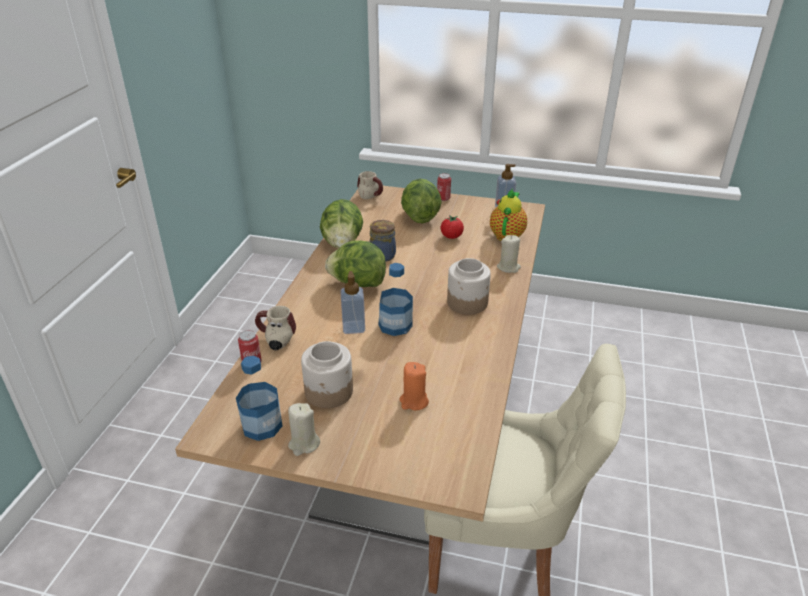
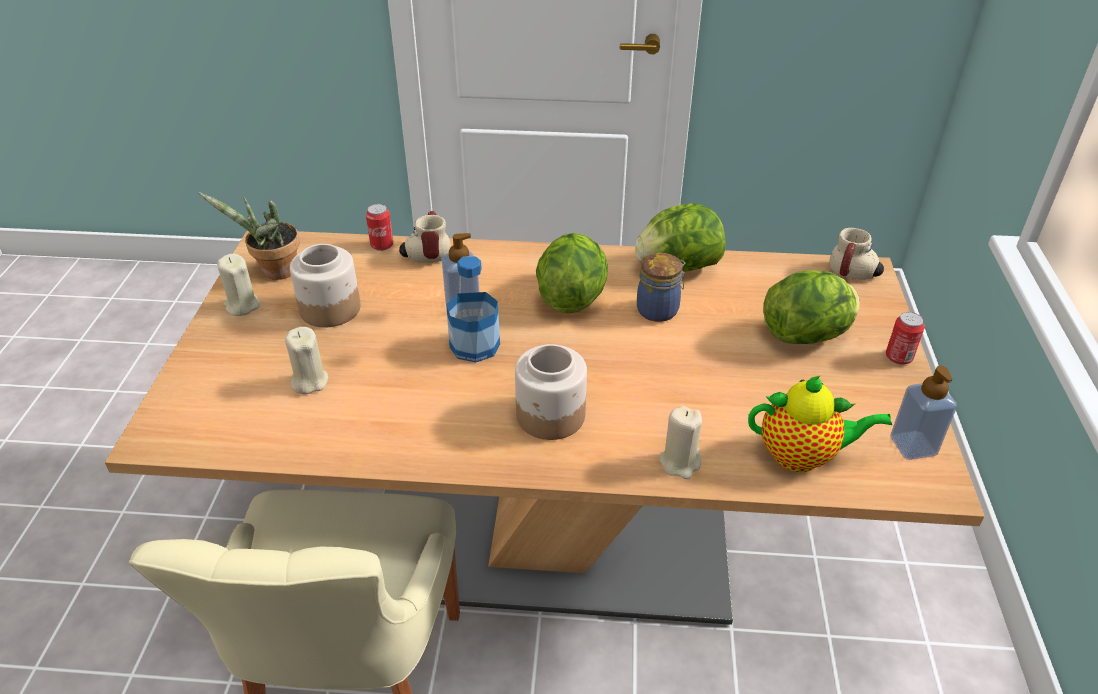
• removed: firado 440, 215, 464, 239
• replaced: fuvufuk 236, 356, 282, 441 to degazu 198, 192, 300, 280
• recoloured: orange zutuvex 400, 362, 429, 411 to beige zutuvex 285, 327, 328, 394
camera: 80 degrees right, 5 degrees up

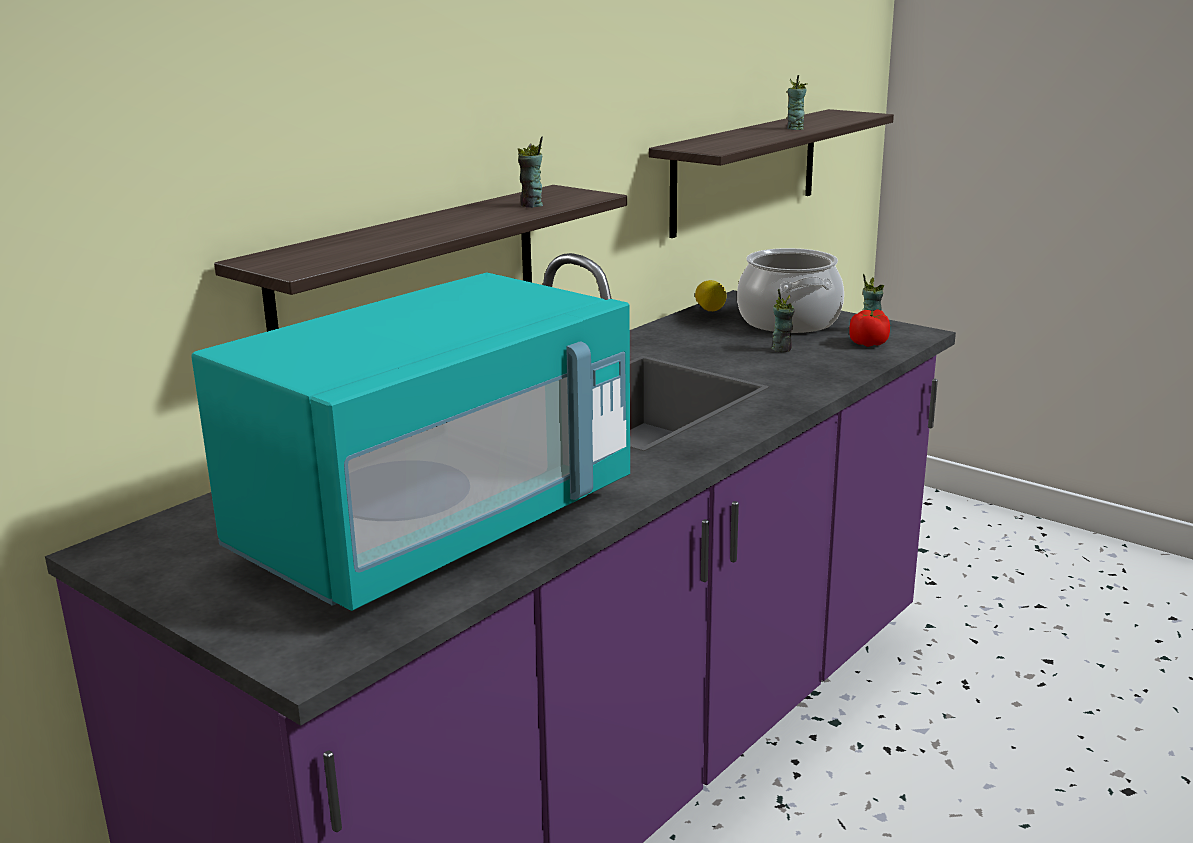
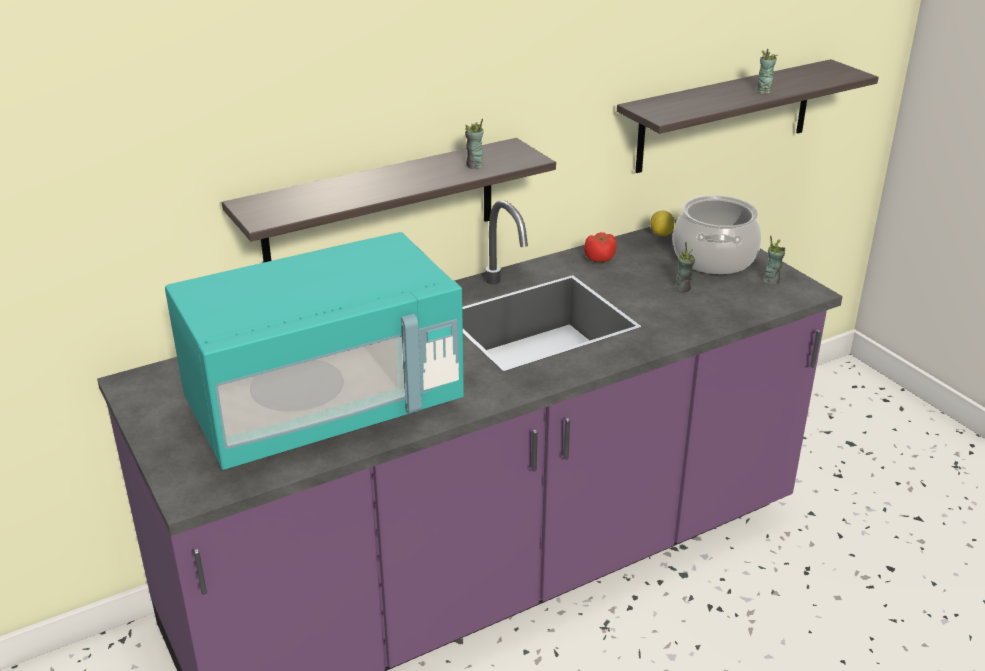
• moved: firado 849, 309, 890, 347 to 584, 232, 616, 262
camera: 20 degrees right, 10 degrees up

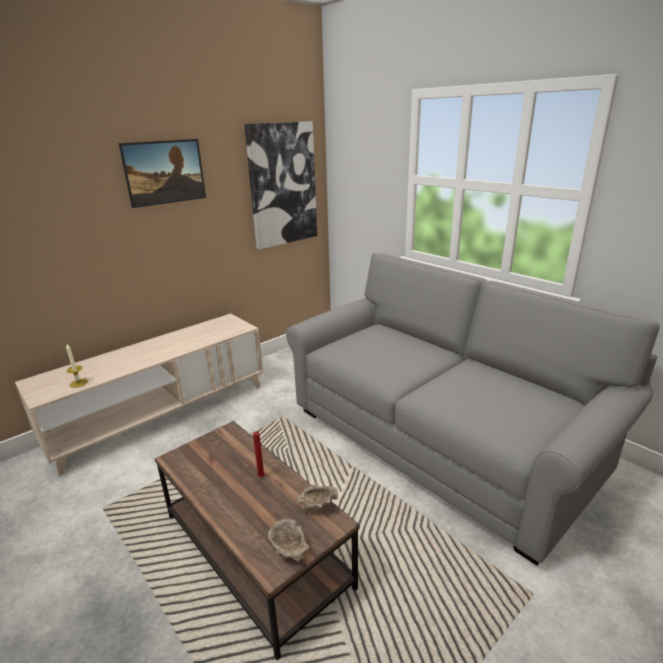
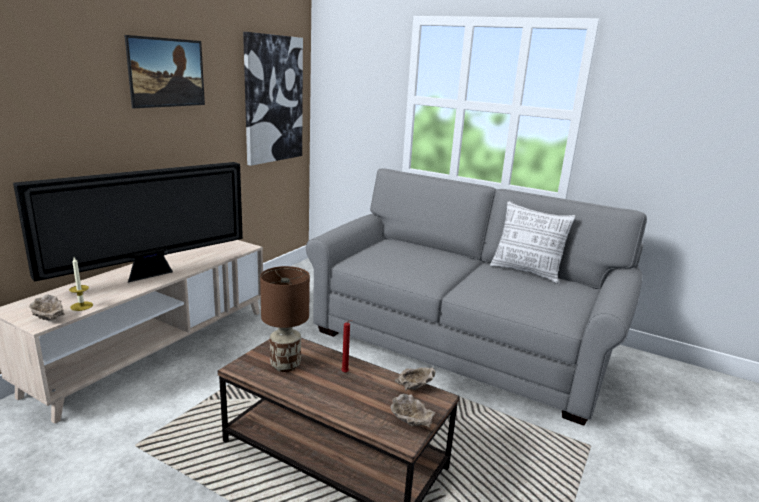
• added: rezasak 13, 162, 243, 282
• added: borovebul 490, 201, 576, 284
• added: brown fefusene 260, 266, 310, 372
• added: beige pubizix 29, 295, 65, 320
camera: 20 degrees left, 5 degrees down

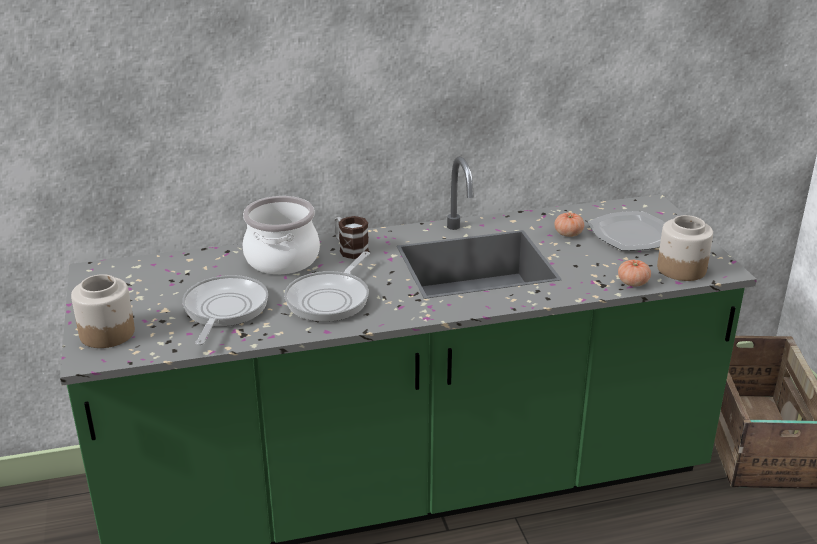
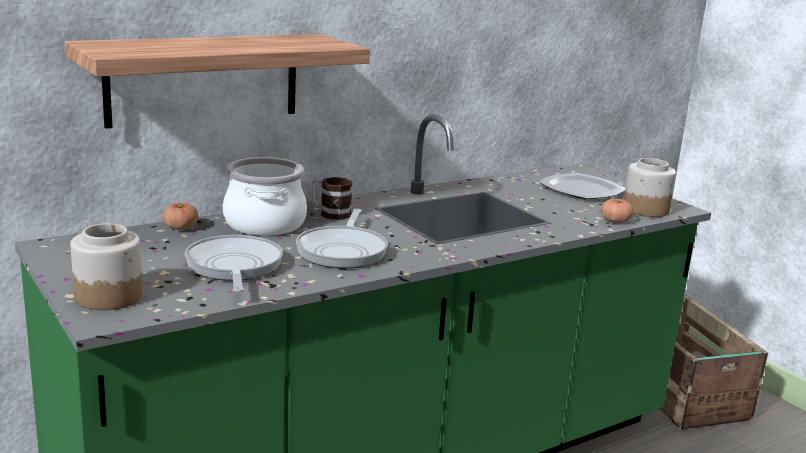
• moved: firado 554, 213, 584, 237 to 163, 203, 198, 230
• added: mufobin 65, 34, 370, 129
camera: 20 degrees left, 10 degrees down

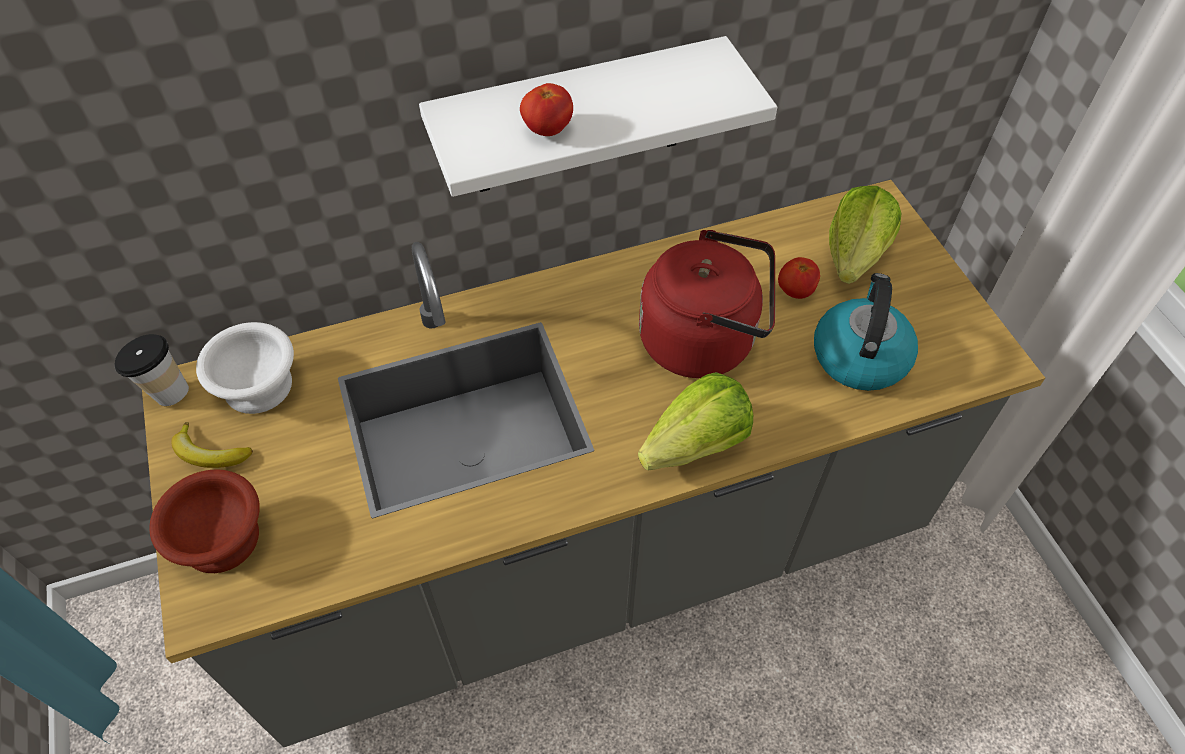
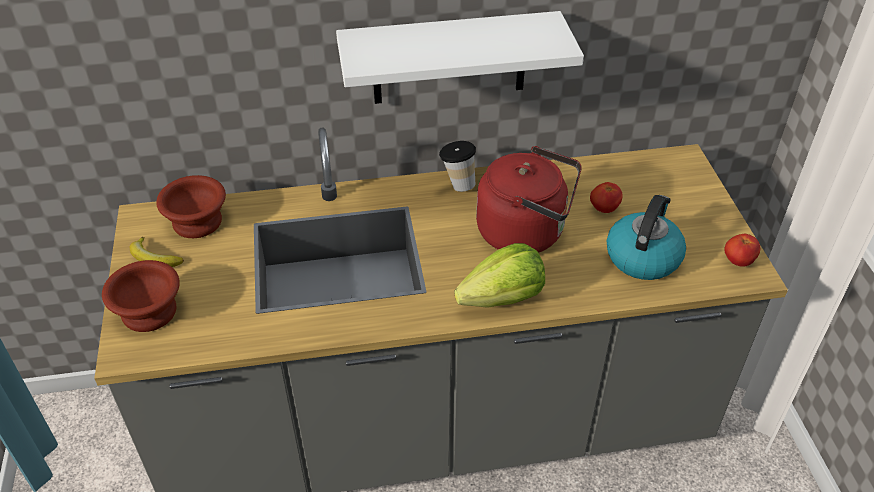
• moved: firado 520, 83, 573, 136 to 724, 234, 760, 267
• removed: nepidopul 829, 186, 901, 284
• recoloured: white pubizix 196, 322, 294, 414 to brown pubizix 156, 175, 226, 238
• moved: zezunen 115, 334, 189, 406 to 439, 141, 476, 192
camera: 10 degrees right, 10 degrees down

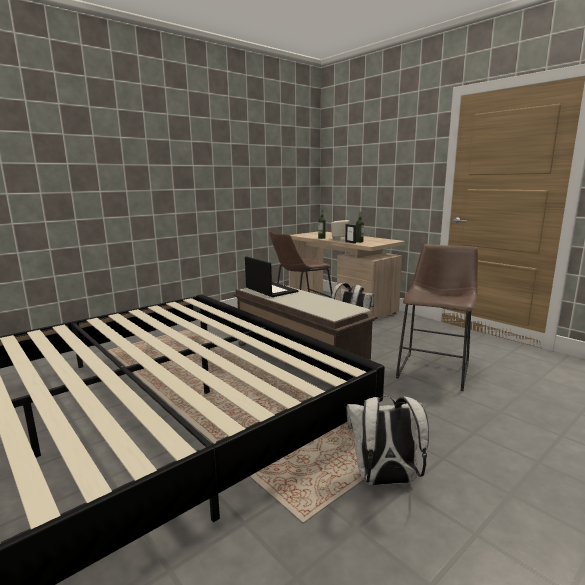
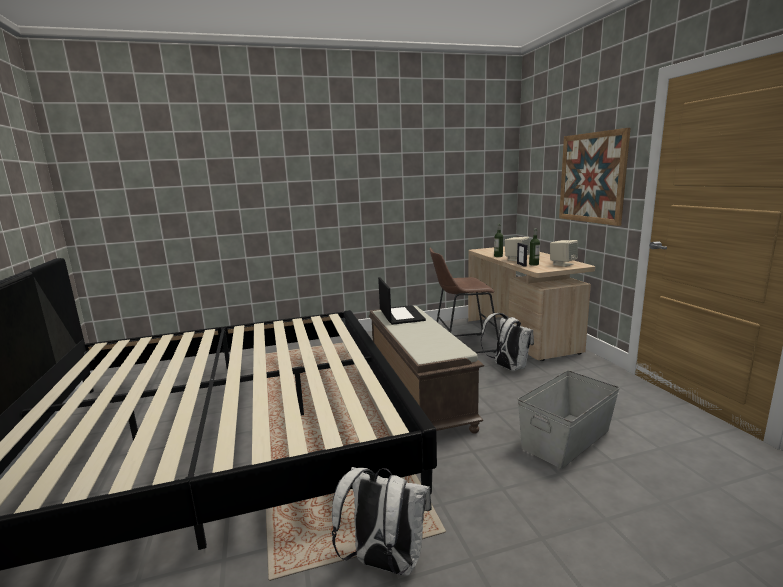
• replaced: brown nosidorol 396, 244, 478, 391 to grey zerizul 518, 370, 620, 469
• added: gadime 559, 128, 631, 226
• added: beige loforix 550, 240, 578, 267
camera: 25 degrees right, 0 degrees up

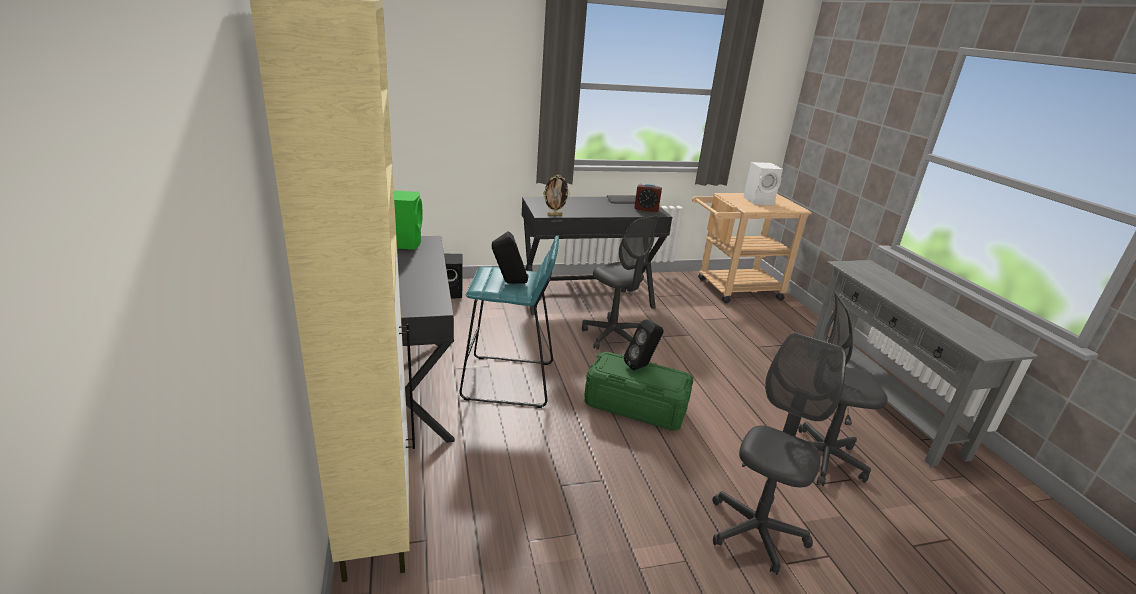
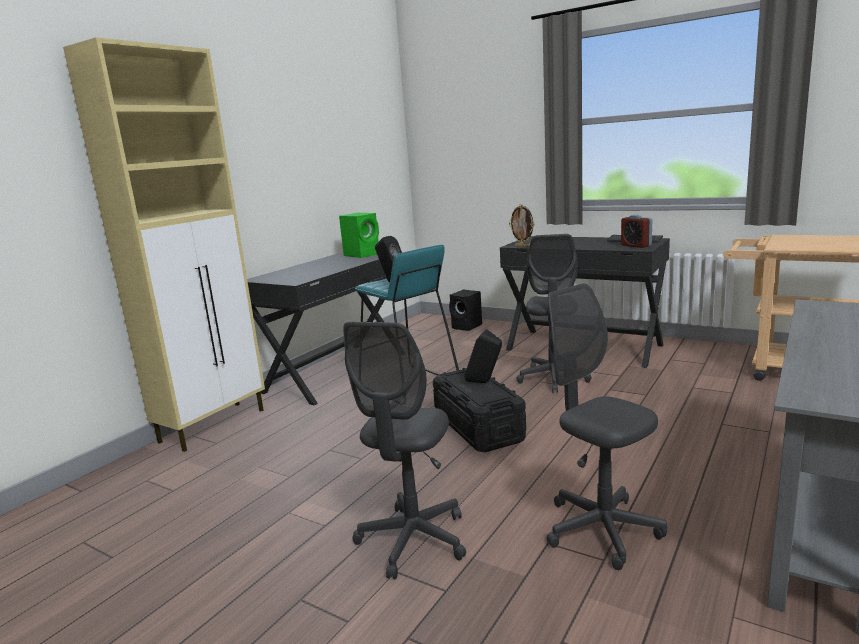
• removed: white loforix 743, 162, 783, 205
• turned: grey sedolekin 712, 332, 846, 575 = 343, 322, 466, 579 120 degrees clockwise
• recoloured: green zerizul 584, 352, 693, 431 to black zerizul 433, 368, 526, 452
camera: 50 degrees right, 10 degrees down

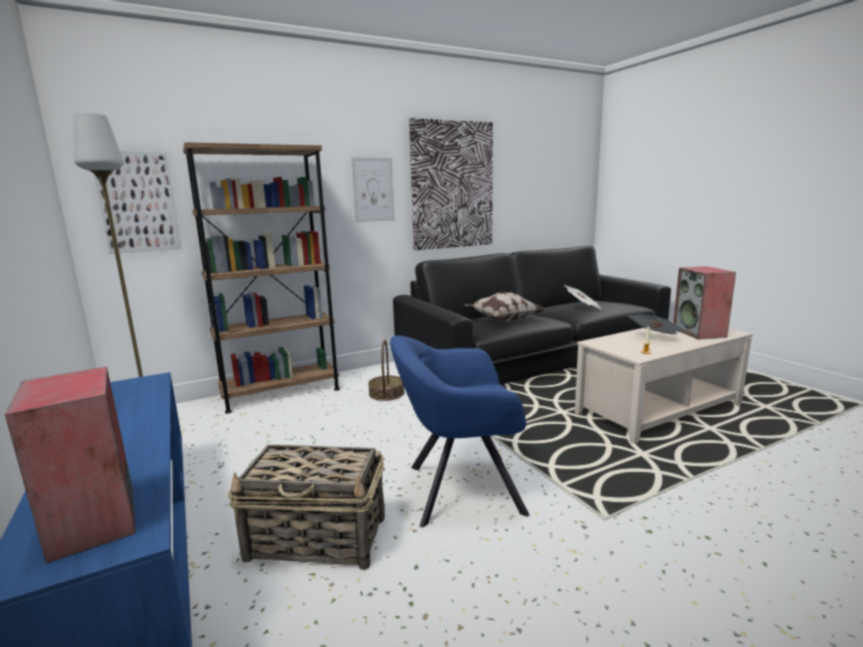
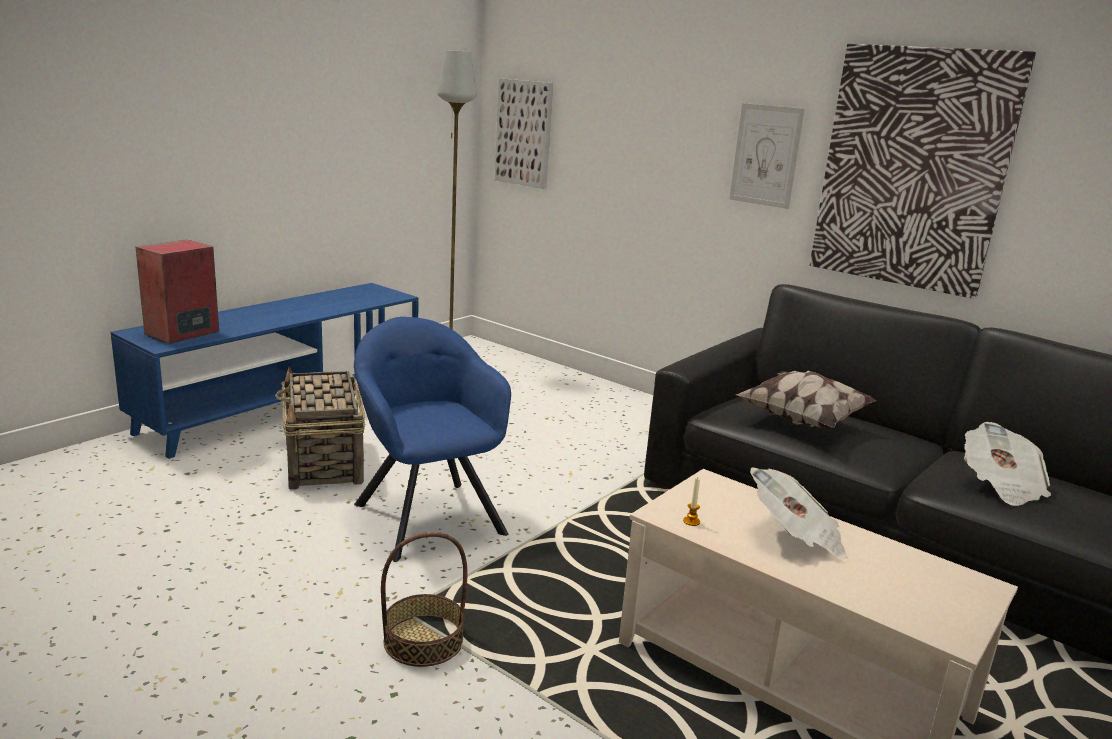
• removed: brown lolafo 183, 142, 340, 414
• removed: loforix 673, 266, 736, 340
• moved: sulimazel 368, 340, 405, 401 to 381, 532, 468, 667
camera: 65 degrees right, 5 degrees up

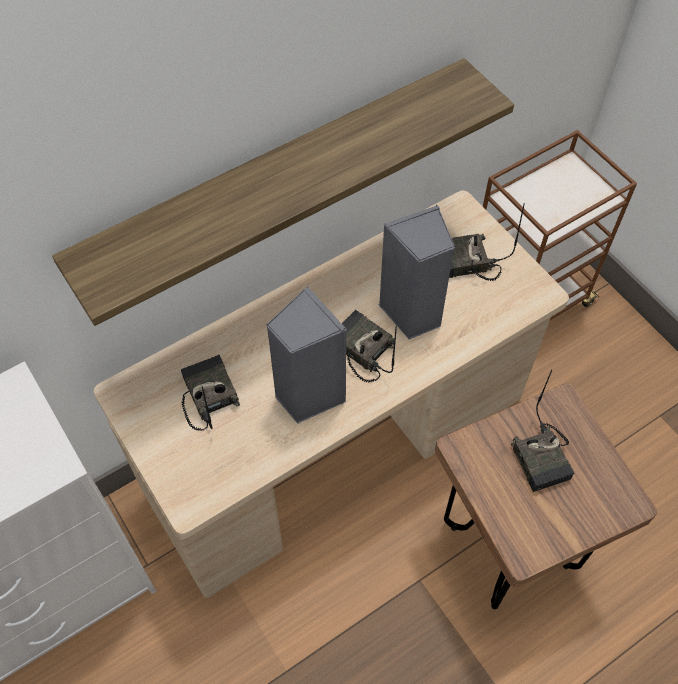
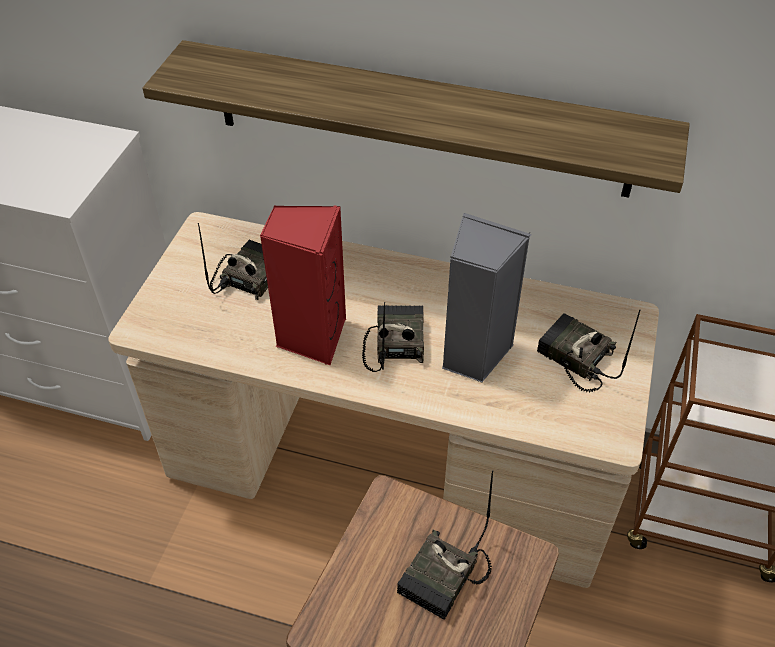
• recoloured: grey loforix 266, 286, 347, 424 to red loforix 260, 206, 346, 365
camera: 50 degrees right, 10 degrees down

